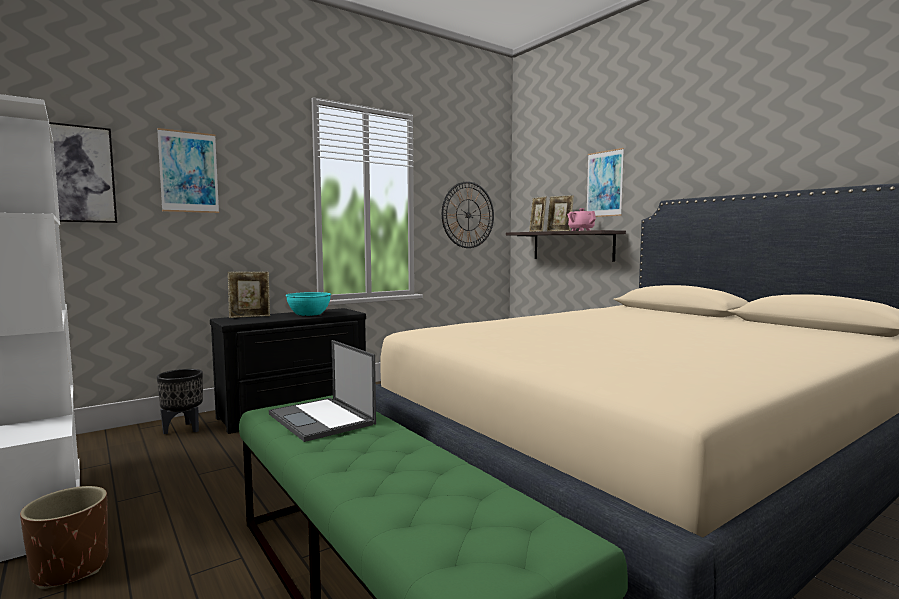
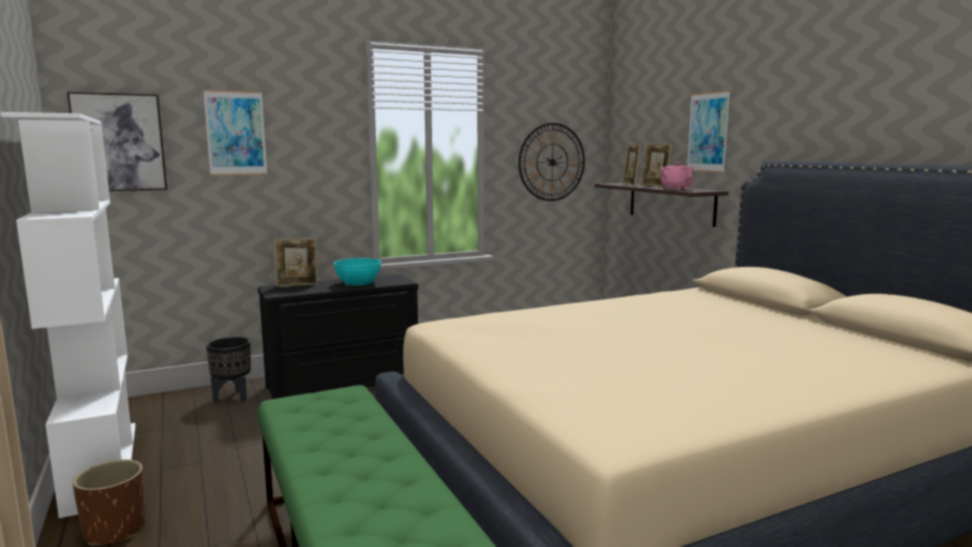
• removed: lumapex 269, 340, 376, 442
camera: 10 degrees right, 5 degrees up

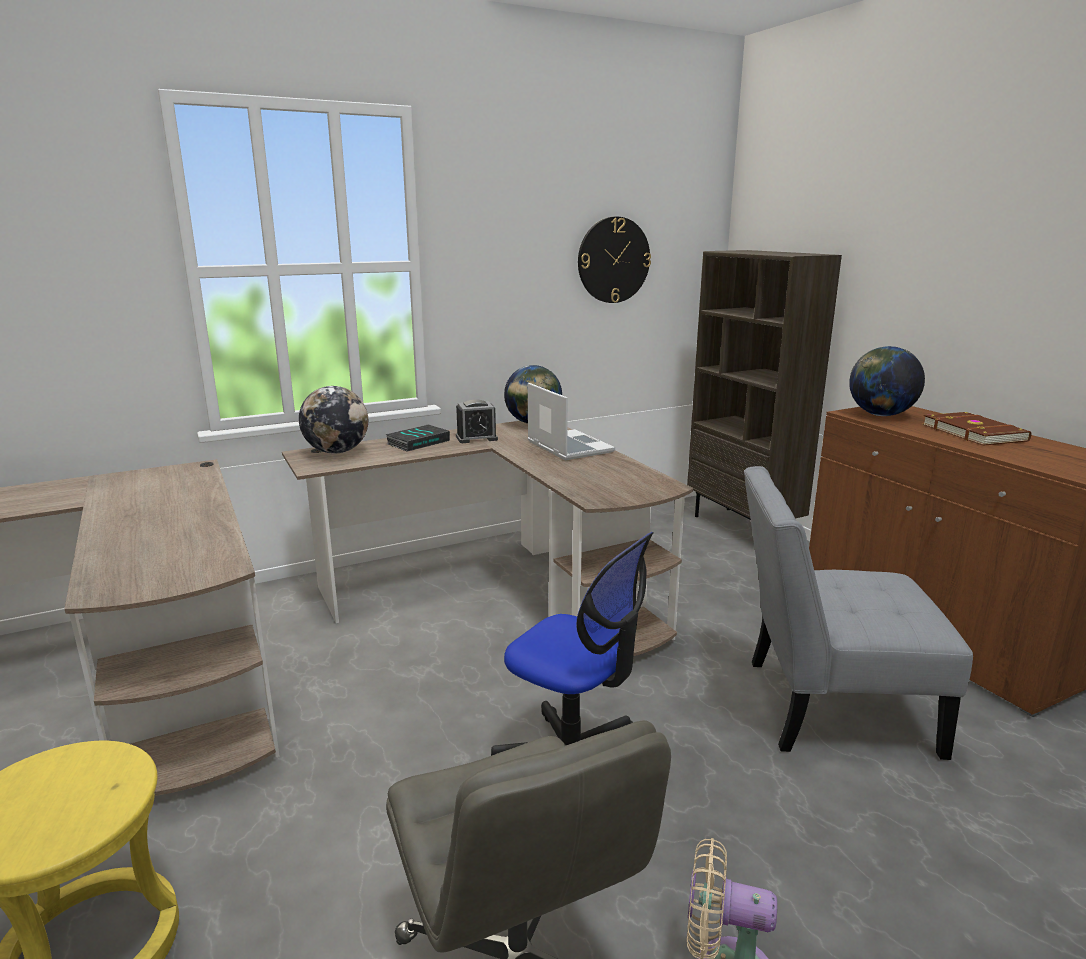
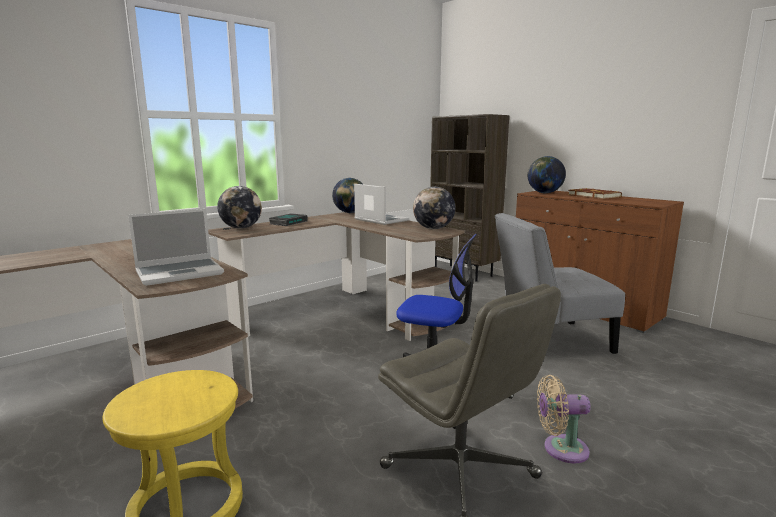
• removed: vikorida 578, 217, 651, 303
• removed: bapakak 456, 400, 498, 443
• added: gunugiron 413, 187, 455, 229
• added: lumapex 128, 209, 224, 286
camera: 15 degrees left, 5 degrees down

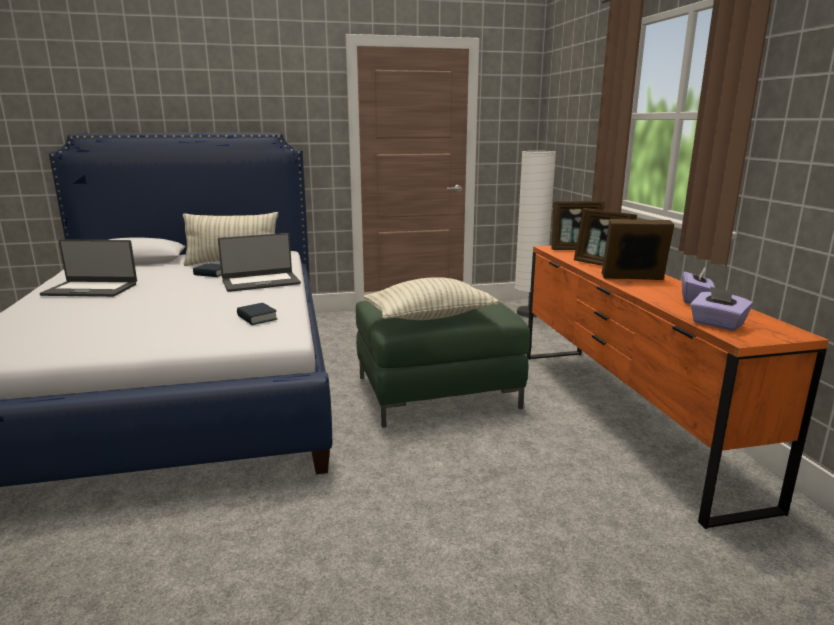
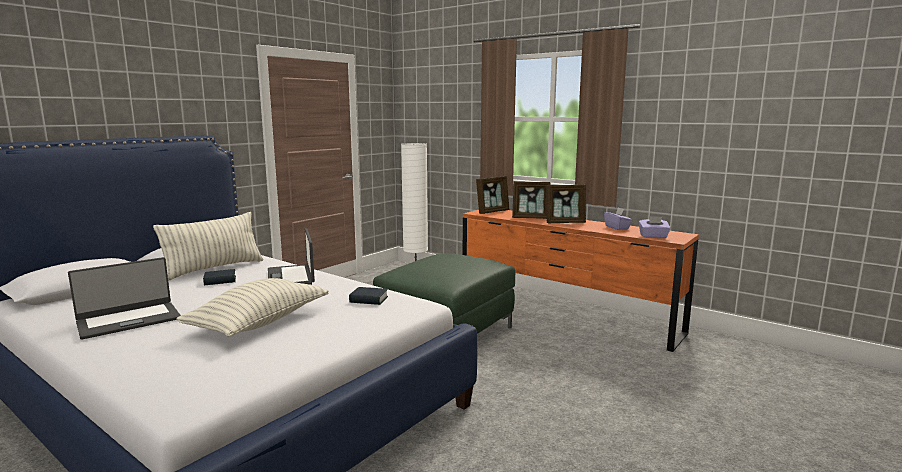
• turned: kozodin 602, 219, 674, 280 = 547, 185, 586, 223 150 degrees counterclockwise
• turned: lumapex 218, 233, 301, 292 = 268, 228, 315, 285 135 degrees clockwise
• moved: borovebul 363, 277, 499, 320 to 176, 278, 329, 337
camera: 40 degrees left, 5 degrees down

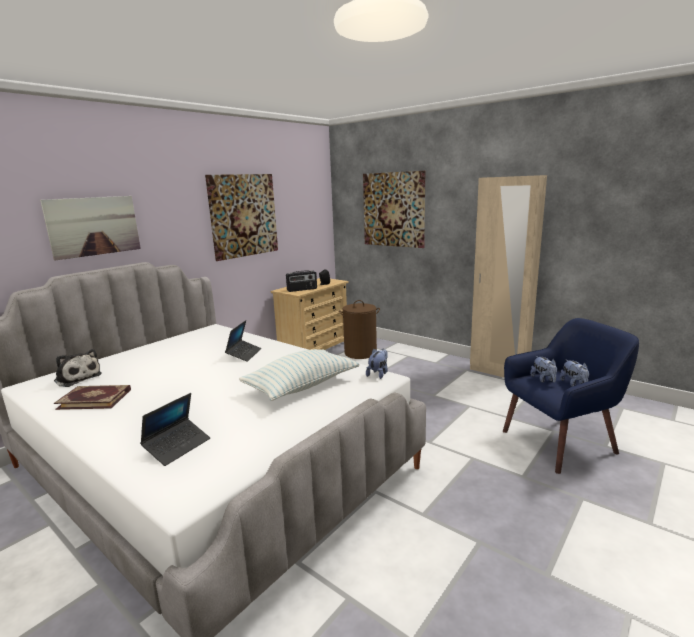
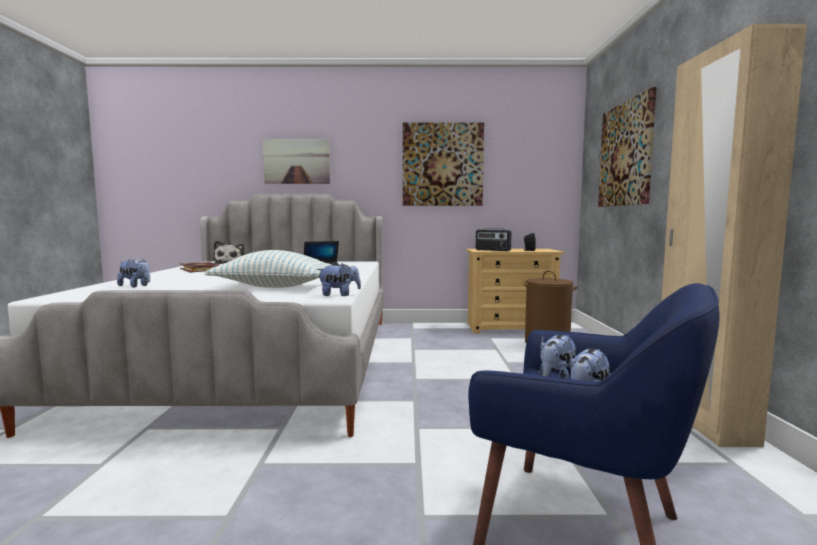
• replaced: lumapex 140, 393, 210, 466 to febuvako 117, 259, 150, 288
camera: 50 degrees right, 10 degrees down

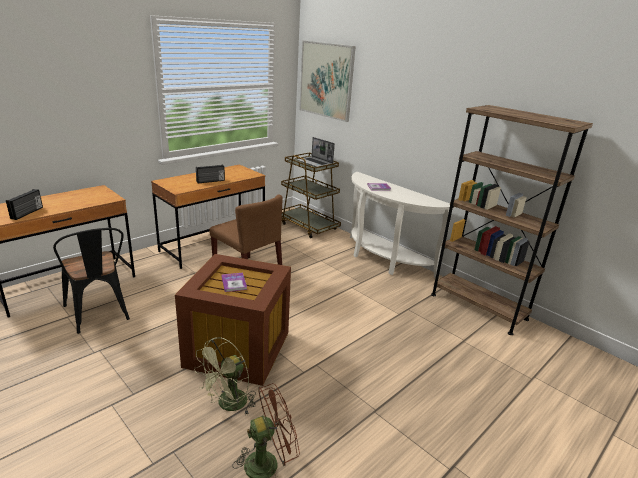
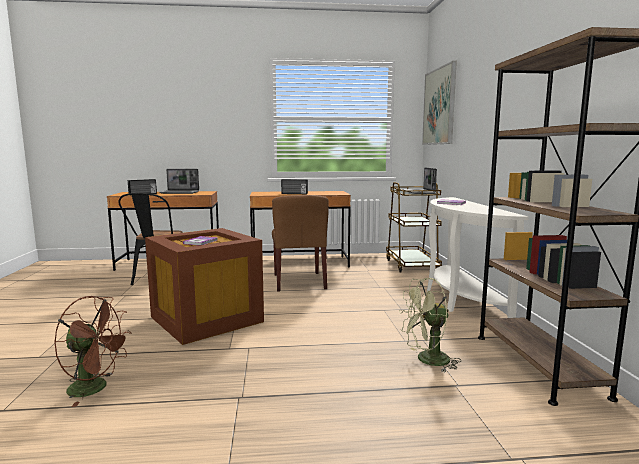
• moved: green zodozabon 194, 337, 256, 414 to 399, 278, 461, 372
• added: lumapex 159, 169, 199, 194
camera: 40 degrees right, 15 degrees down

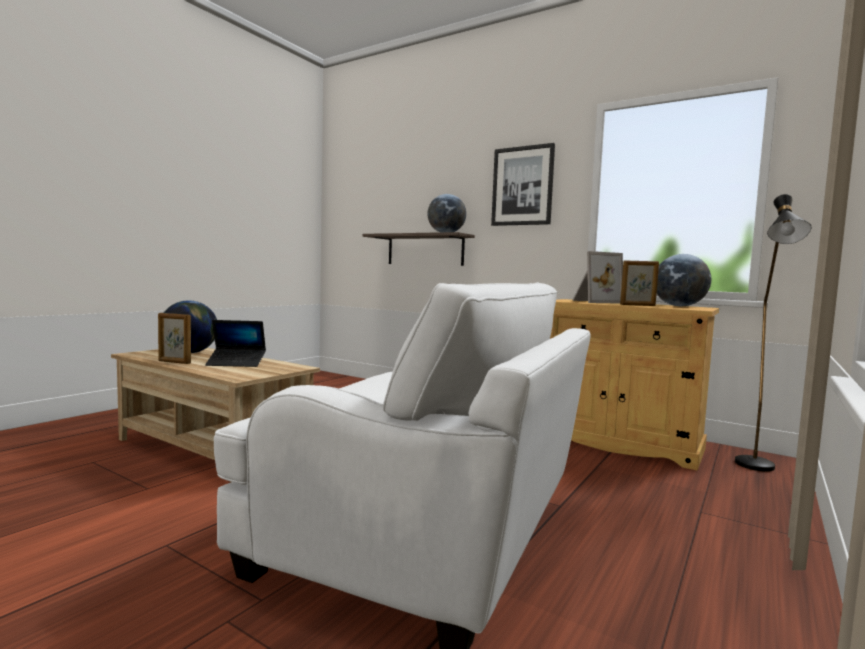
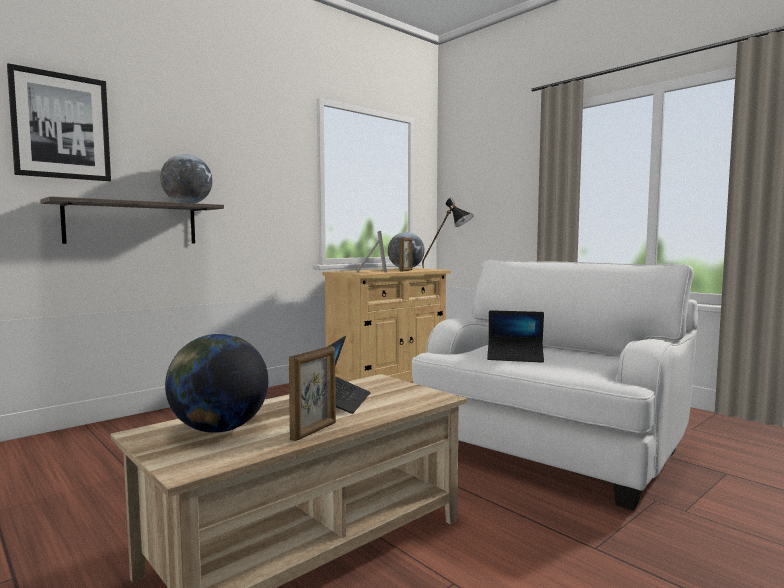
• moved: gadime 491, 143, 555, 226 to 7, 63, 111, 181
• added: lumapex 487, 310, 544, 363
camera: 75 degrees left, 0 degrees up

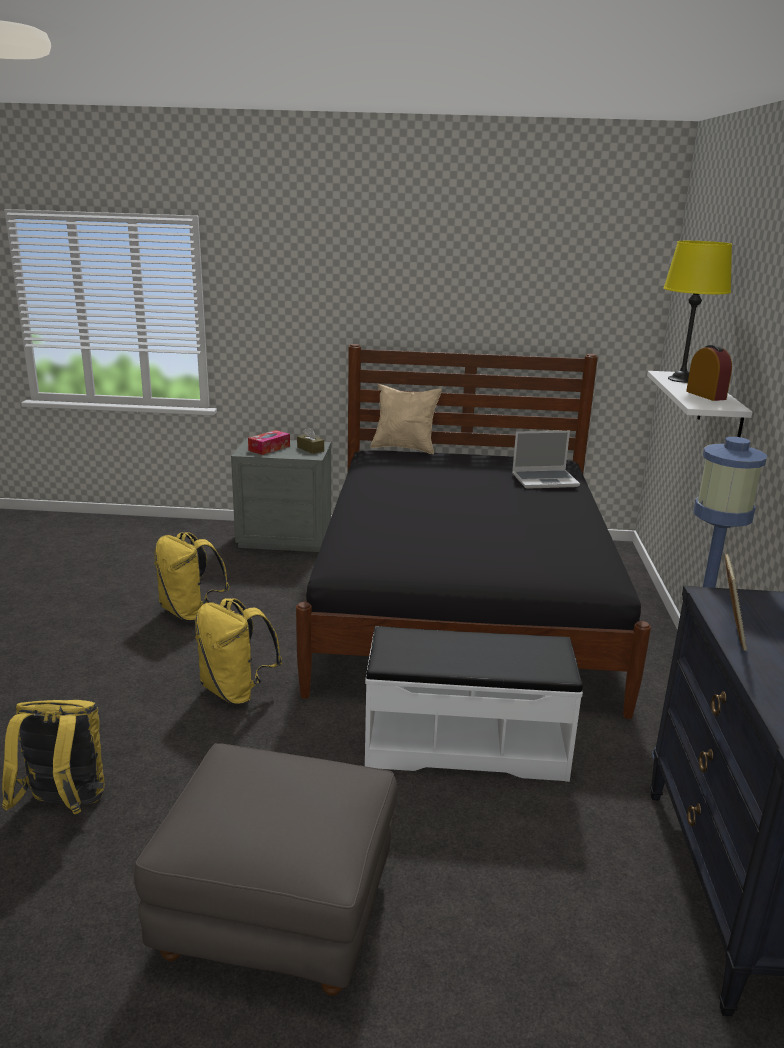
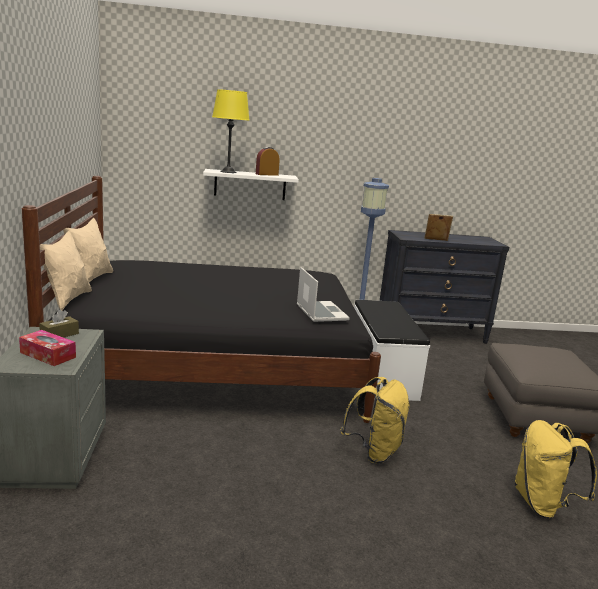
• moved: lumapex 512, 431, 580, 489 to 297, 267, 350, 322
• removed: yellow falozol 154, 532, 230, 622
• added: beige borovebul 63, 218, 113, 283
camera: 100 degrees left, 5 degrees down

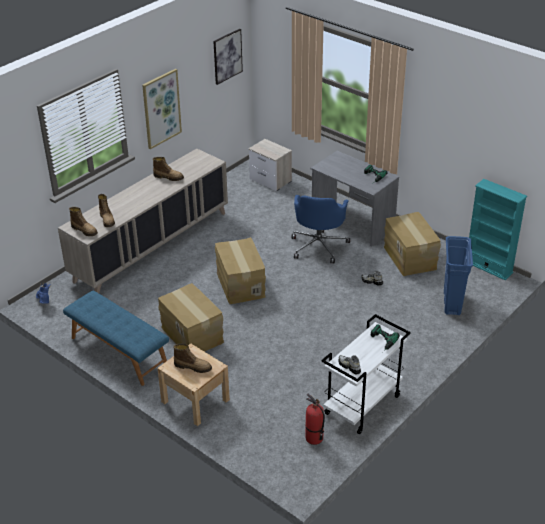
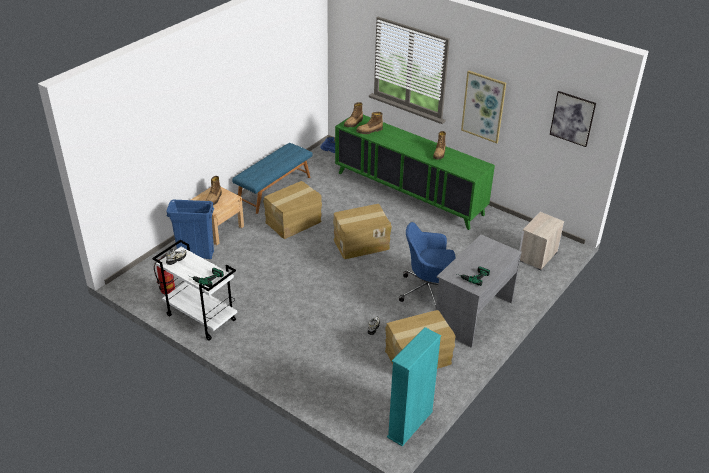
• recoloured: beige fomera 58, 149, 228, 293 to green fomera 335, 115, 495, 230
• moved: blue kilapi 444, 236, 473, 315 to 166, 200, 214, 259
camera: 85 degrees right, 0 degrees up

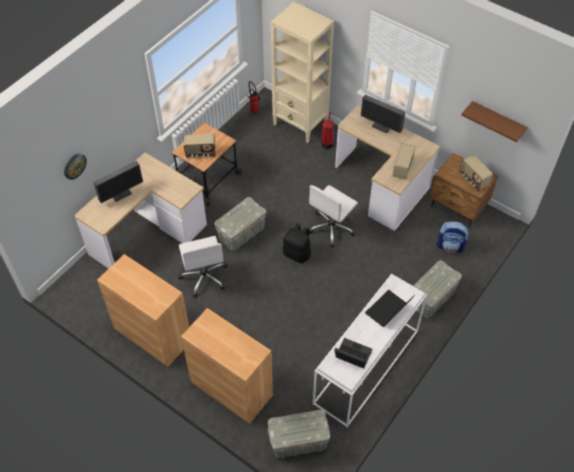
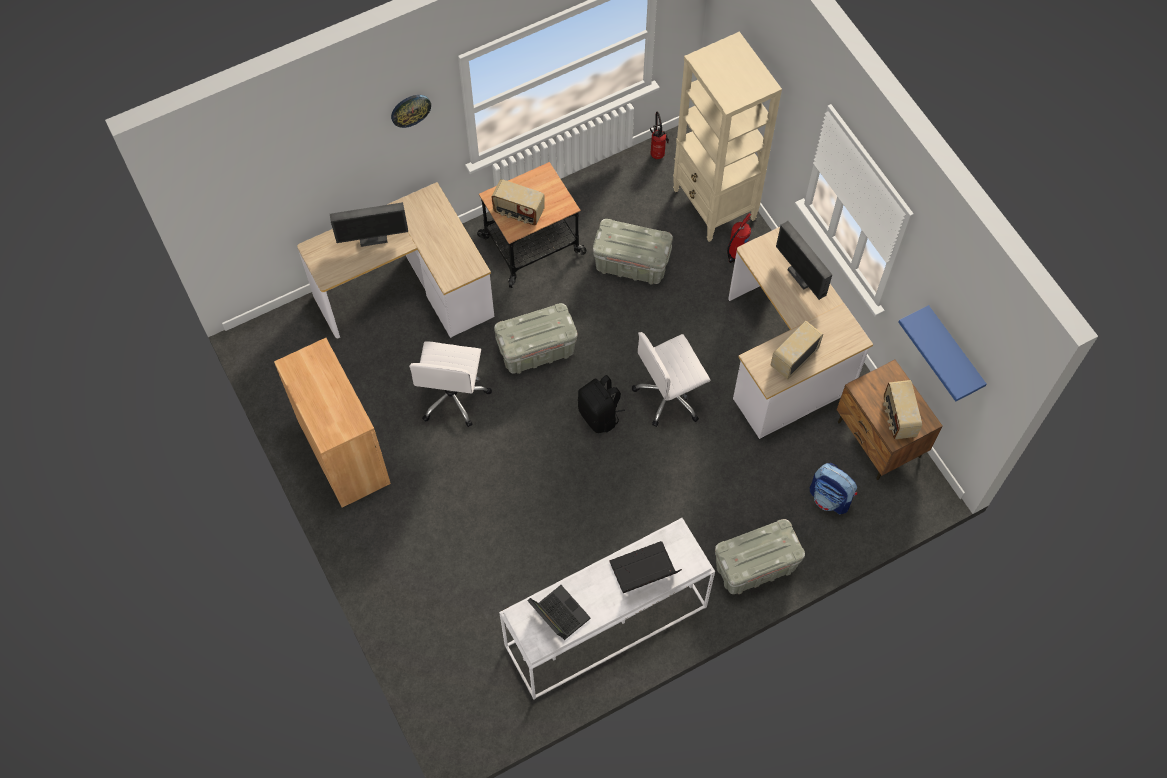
• recoloured: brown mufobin 461, 101, 527, 142 to blue mufobin 898, 305, 987, 402
• moved: vikorida 64, 153, 87, 180 to 391, 95, 431, 128
• removed: brown fomera 181, 308, 273, 424
• moved: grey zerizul 268, 410, 330, 459 to 593, 219, 673, 285
camera: 25 degrees right, 10 degrees up

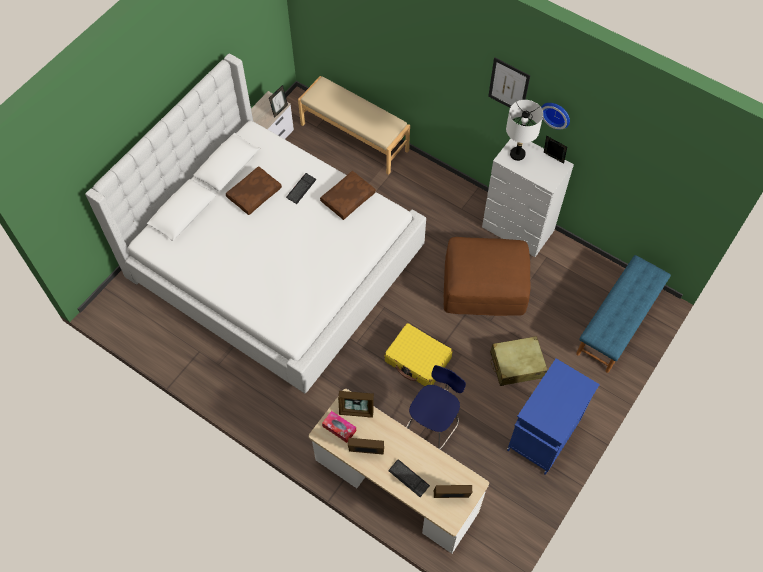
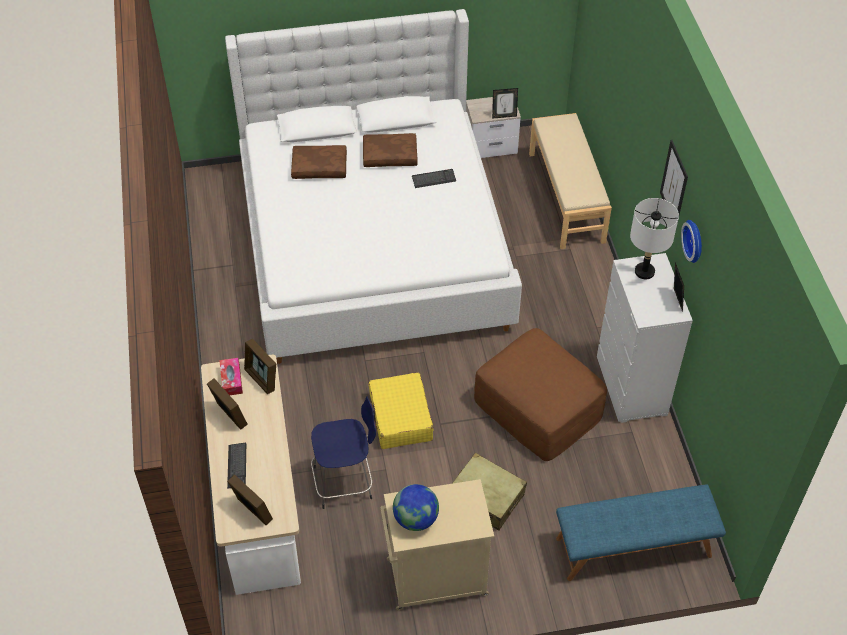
• moved: brown borovebul 320, 171, 376, 220 to 291, 145, 347, 179
• recoloured: blue fomera 507, 359, 600, 475 to beige fomera 380, 479, 494, 611
• added: gunugiron 393, 484, 439, 531
camera: 45 degrees right, 10 degrees down

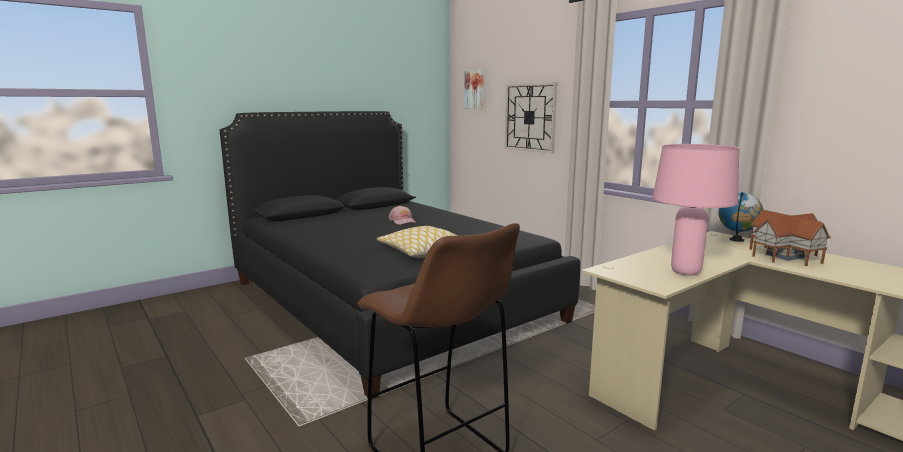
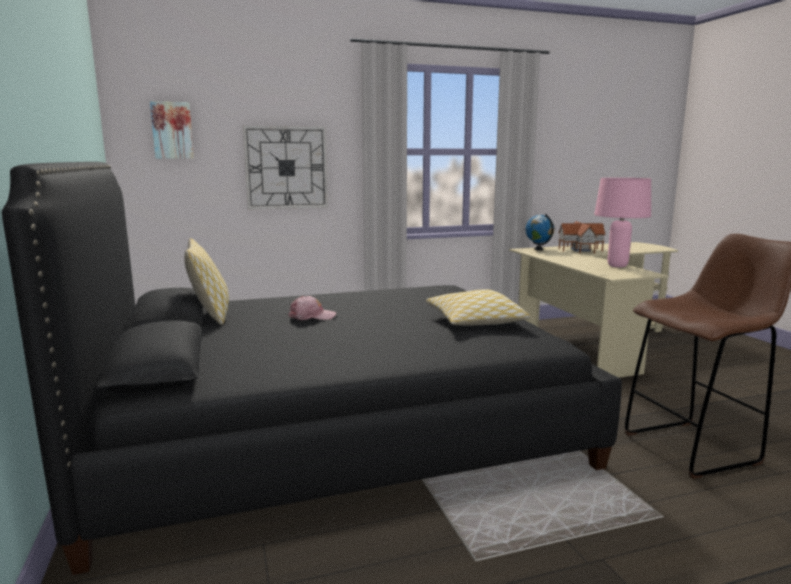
• added: borovebul 184, 238, 229, 325
camera: 70 degrees left, 0 degrees up

